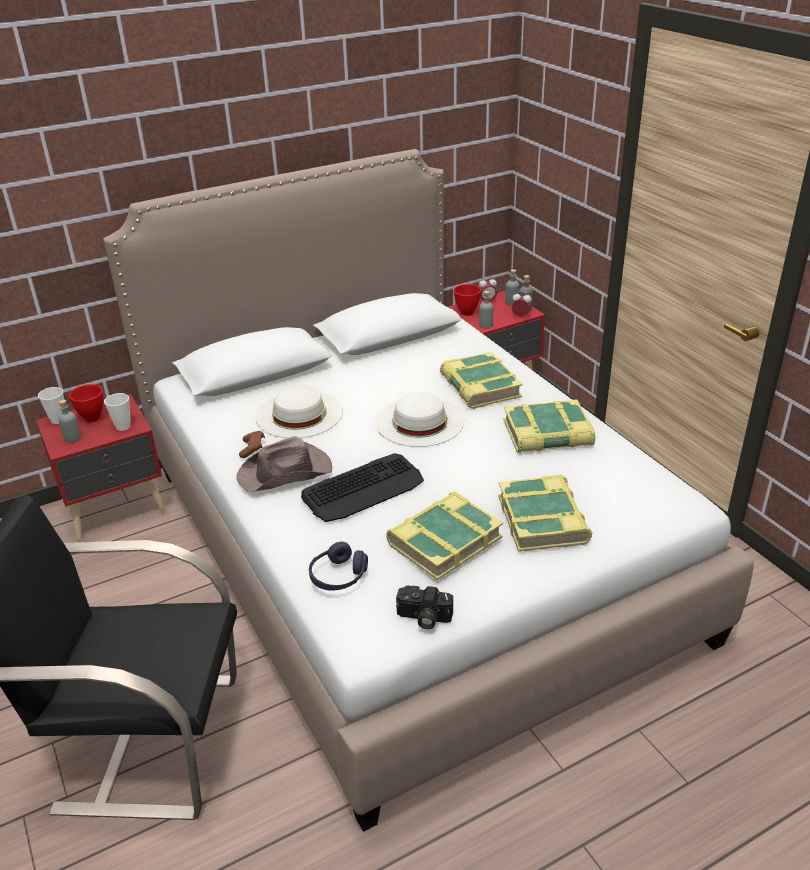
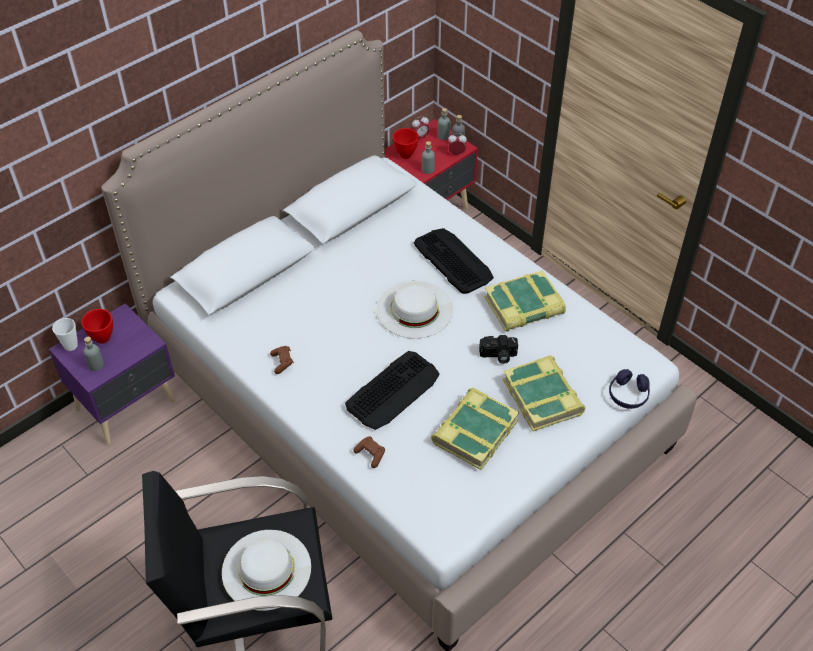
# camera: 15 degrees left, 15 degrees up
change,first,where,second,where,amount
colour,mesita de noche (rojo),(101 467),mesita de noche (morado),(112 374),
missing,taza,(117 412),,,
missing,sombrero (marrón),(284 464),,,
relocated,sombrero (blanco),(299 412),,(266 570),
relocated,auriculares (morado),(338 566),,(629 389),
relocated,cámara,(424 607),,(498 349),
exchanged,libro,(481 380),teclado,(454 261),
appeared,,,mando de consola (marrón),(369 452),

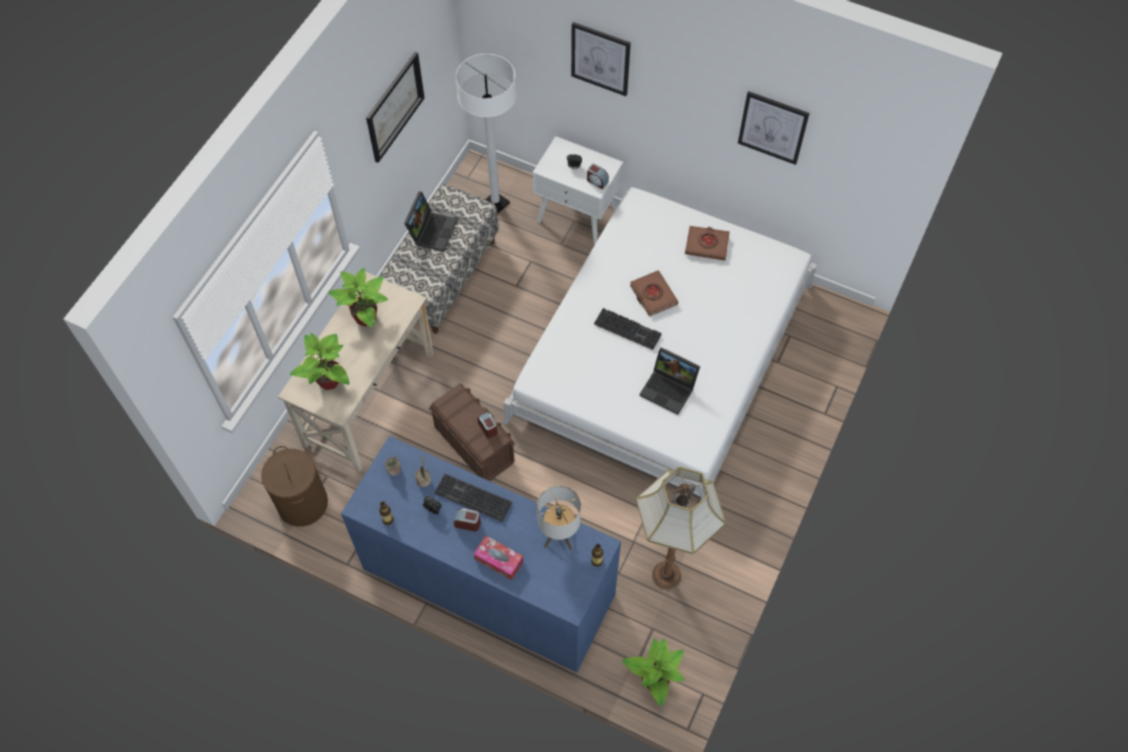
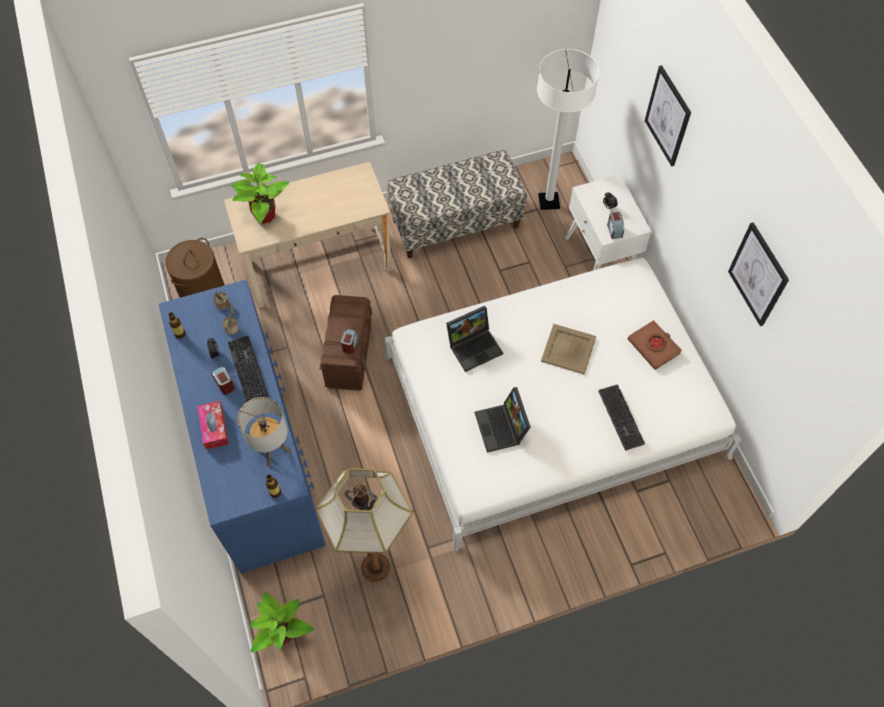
# camera: 45 degrees right, 0 degrees up
change,first,where,second,where,amount
missing,planta en maceta,(358 297),,,
missing,cuadro,(395 107),,,
relocated,portátil,(430 222),,(474 339),
relocated,teclado,(628 329),,(621 417),
exchanged,libro (marrón),(654 293),bandeja (beis),(569 349),

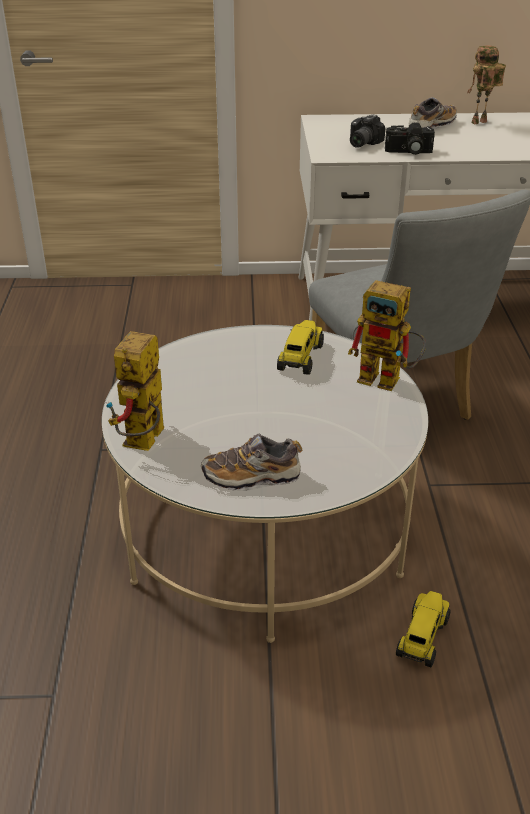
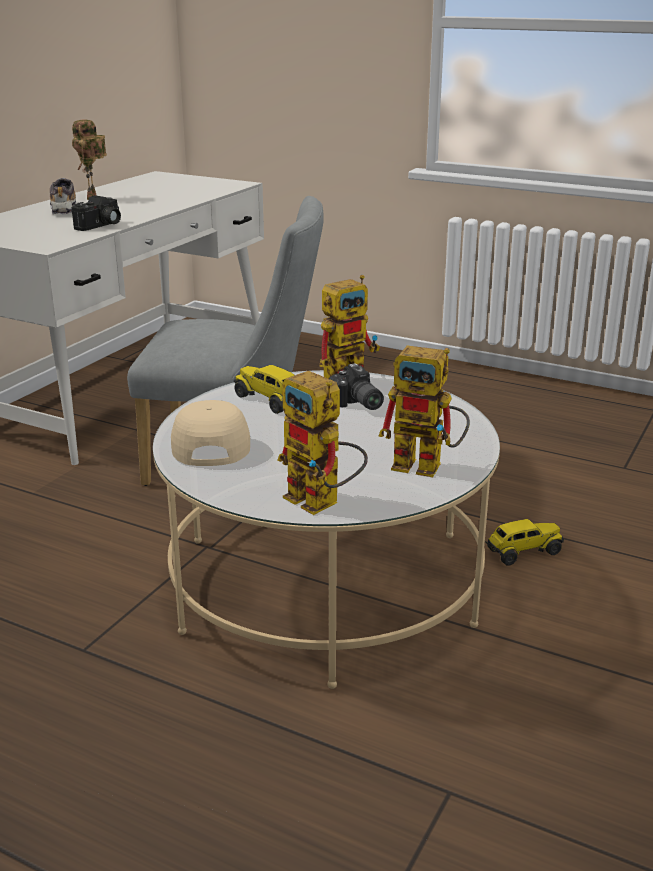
# camera: 60 degrees left, 10 degrees down
change,first,where,second,where,amount
exchanged,zapato,(251 462),robot de juguete,(424 411),
relocated,cámara,(368 131),,(356 386),
spun,camión de juguete,(423 629),,(524 542),105 degrees clockwise
appeared,,,gorra (beis),(210 433),

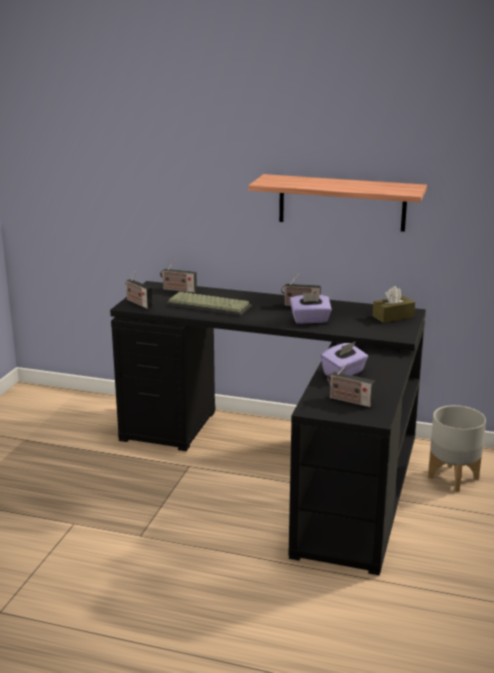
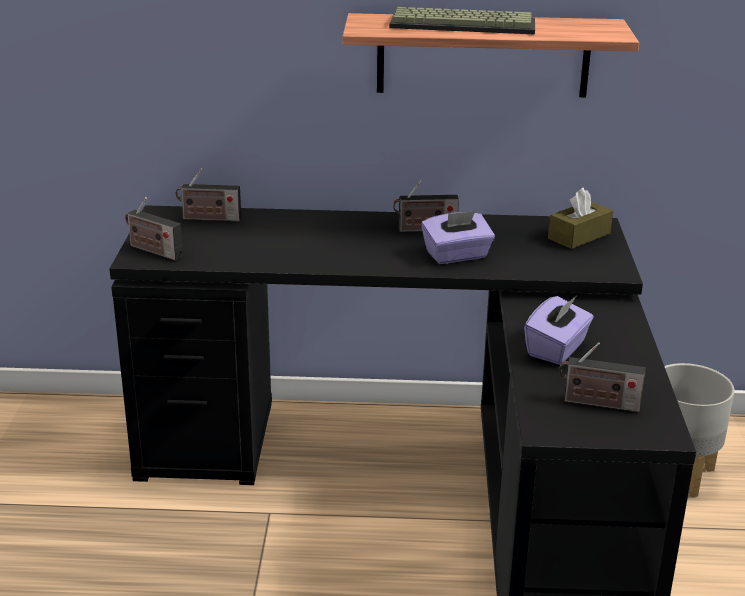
# camera: 15 degrees left, 5 degrees up
change,first,where,second,where,amount
relocated,teclado,(209 304),,(462 21),

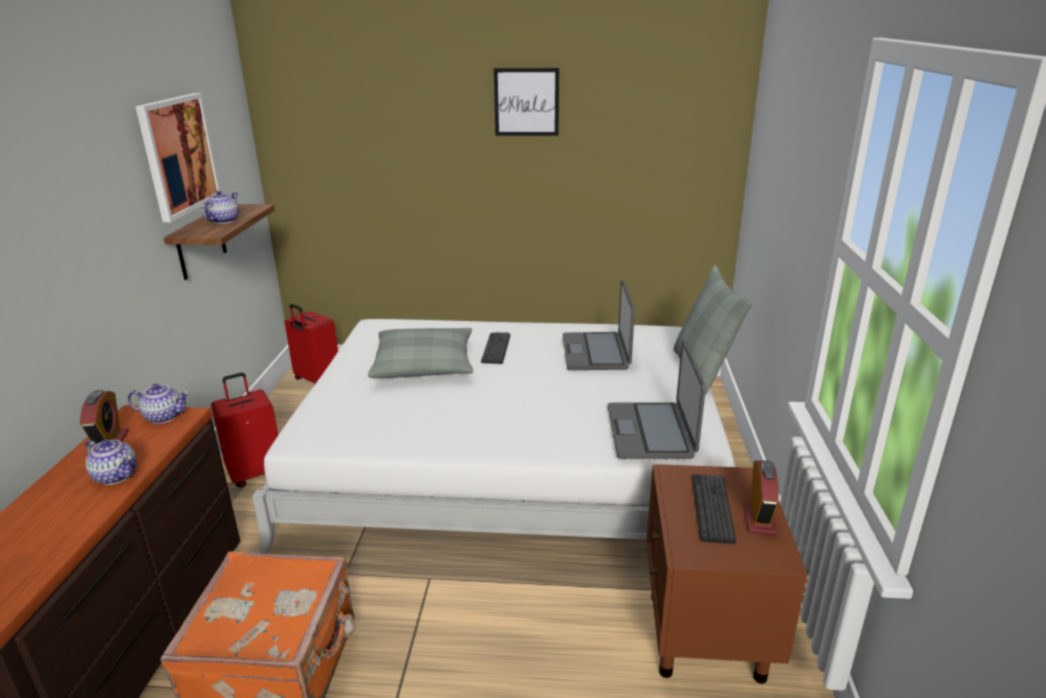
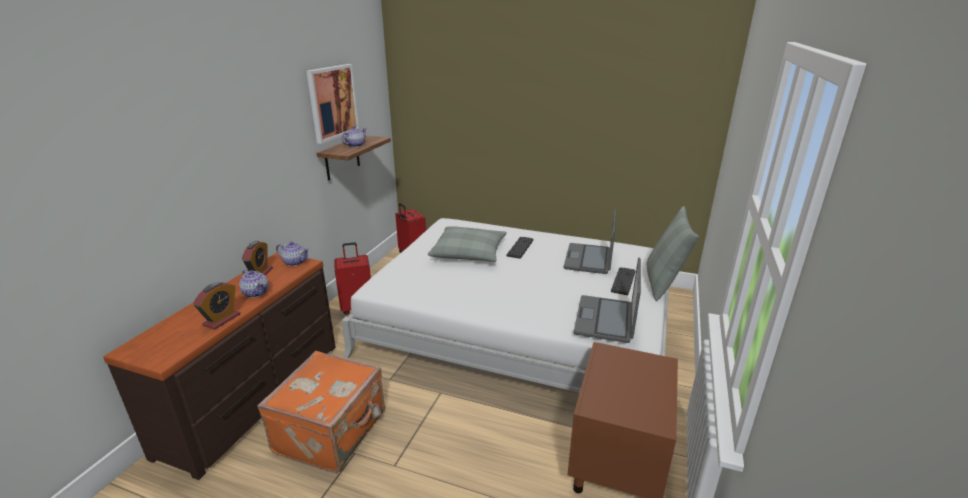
# camera: 15 degrees right, 0 degrees up
change,first,where,second,where,amount
missing,cuadro,(526 102),,,
relocated,teclado,(714 509),,(623 281),
relocated,despertador,(761 497),,(216 306),

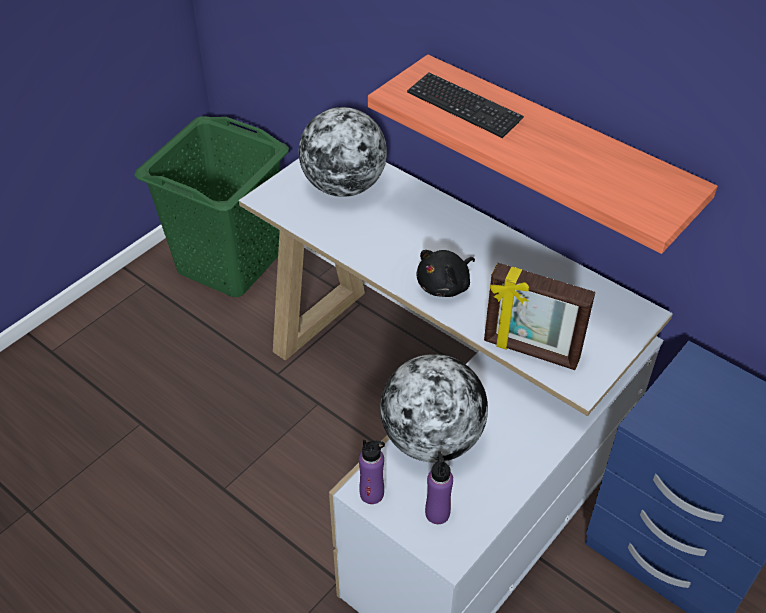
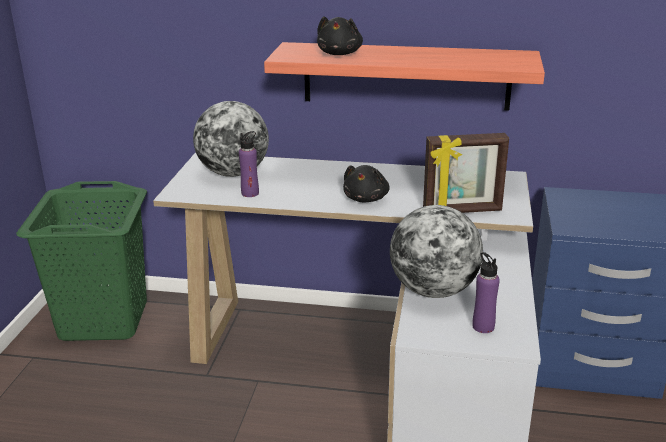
# camera: 30 degrees left, 20 degrees down
change,first,where,second,where,amount
relocated,botella (morado),(372 472),,(249 164),
exchanged,teclado,(465 105),peluche (negro),(340 35),

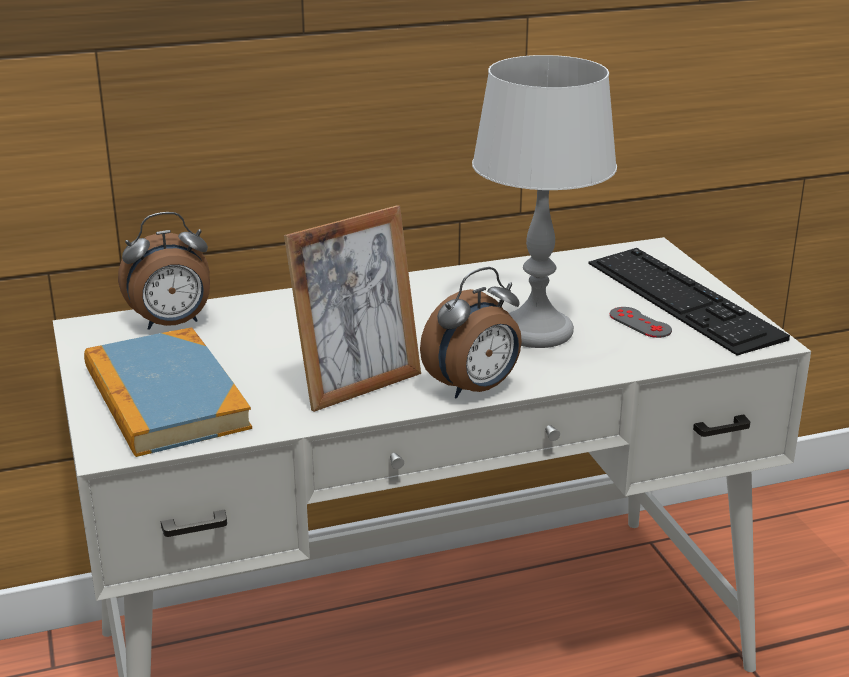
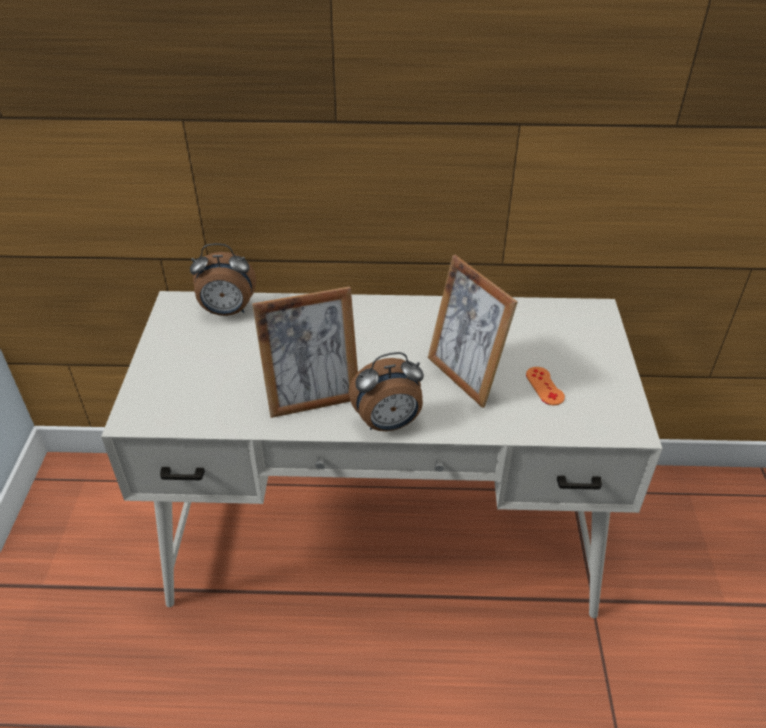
# camera: 20 degrees right, 15 degrees up
change,first,where,second,where,amount
missing,libro,(168 392),,,
exchanged,lámpara de mesa (gris),(544 201),portarretratos,(473 331),
missing,teclado,(689 301),,,
colour,mando de consola (gris),(641 322),mando de consola (naranja),(545 386),

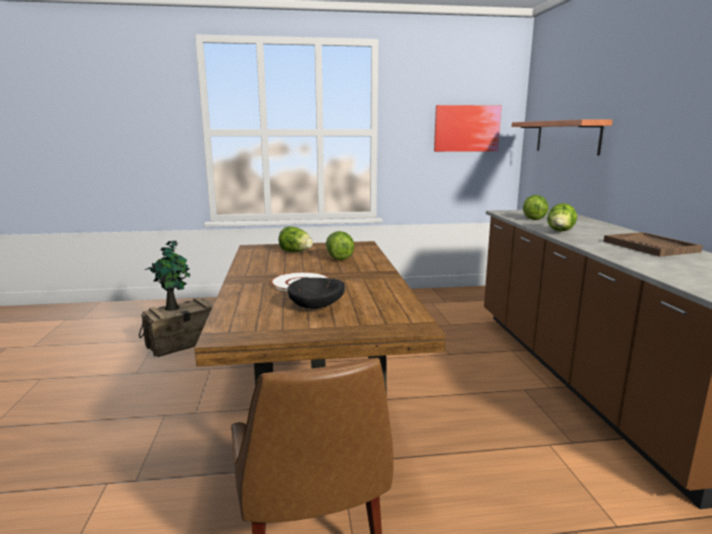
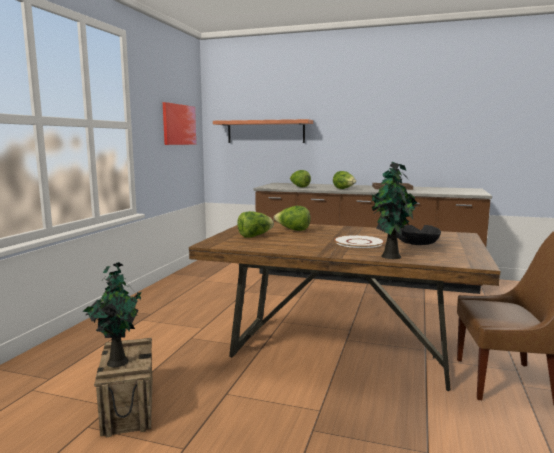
# camera: 65 degrees left, 5 degrees down
change,first,where,second,where,amount
appeared,,,planta en maceta,(394 210),

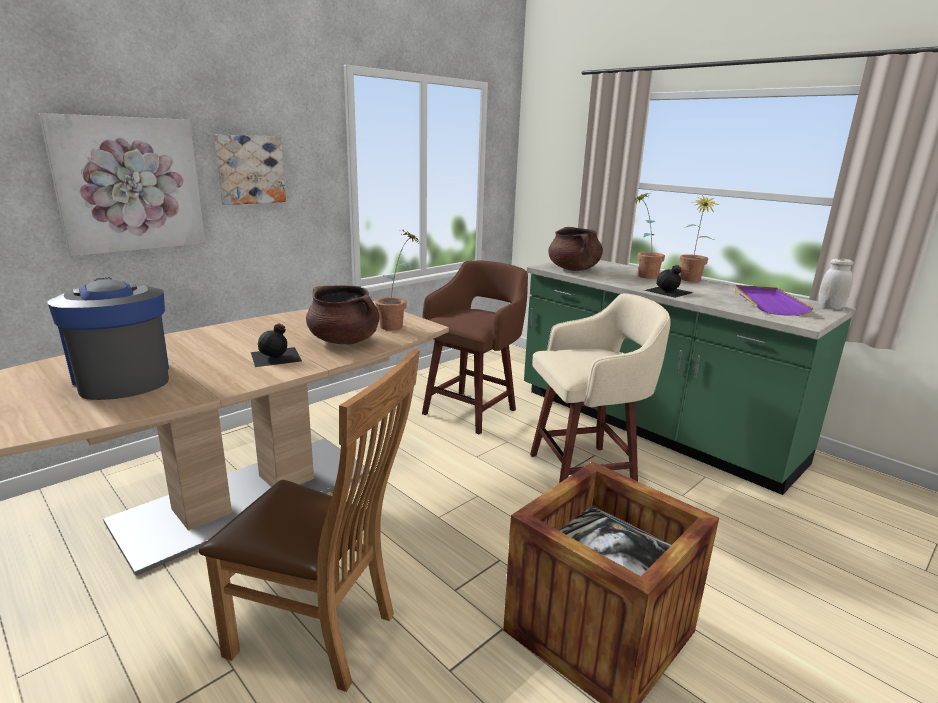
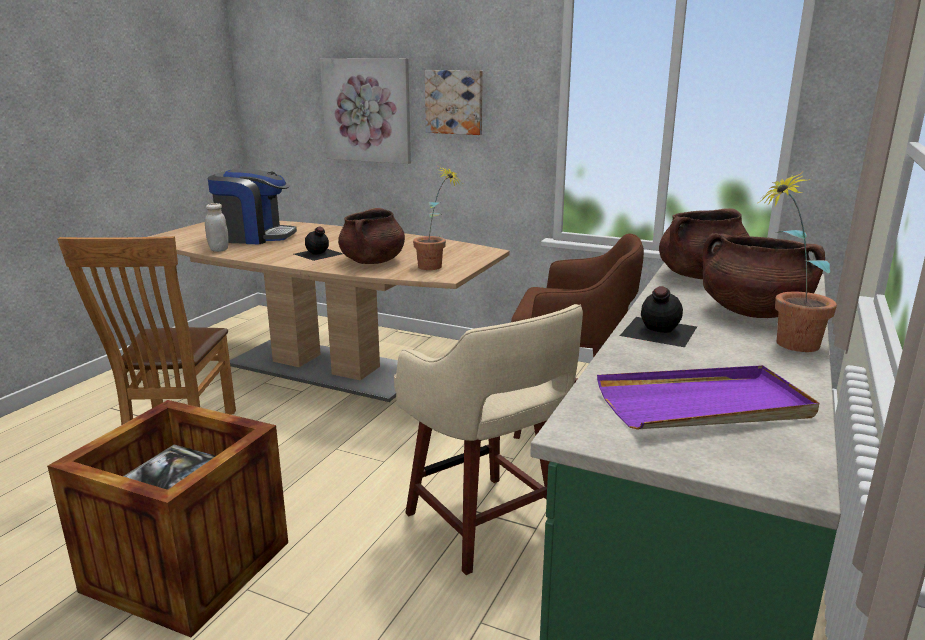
# camera: 70 degrees right, 0 degrees up
change,first,where,second,where,amount
spun,cafetera,(108 339),,(252 206),60 degrees clockwise
exchanged,planta en maceta,(648 236),olla (marrón),(763 275),
relocated,tarro (blanco),(836 284),,(217 227),

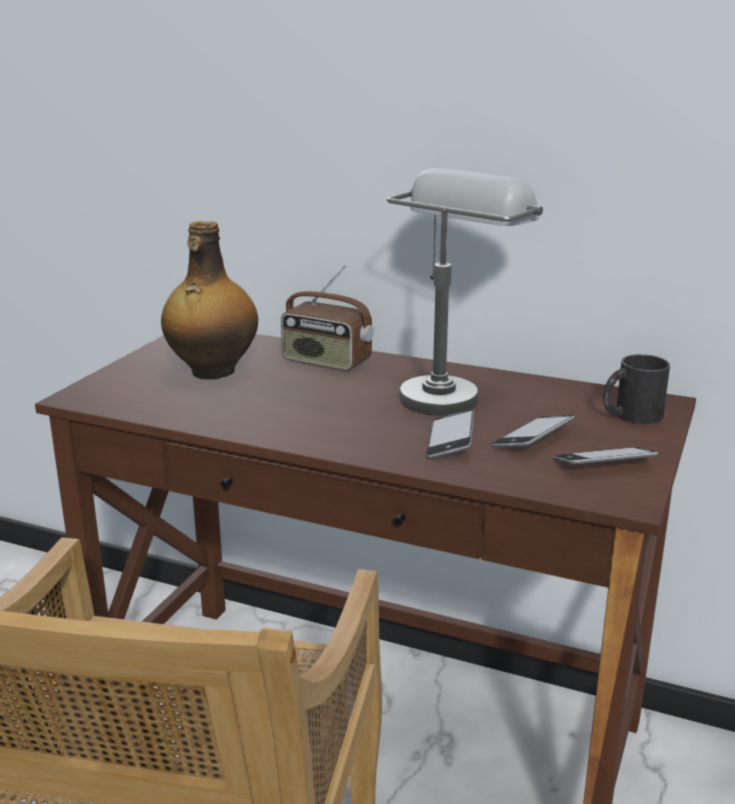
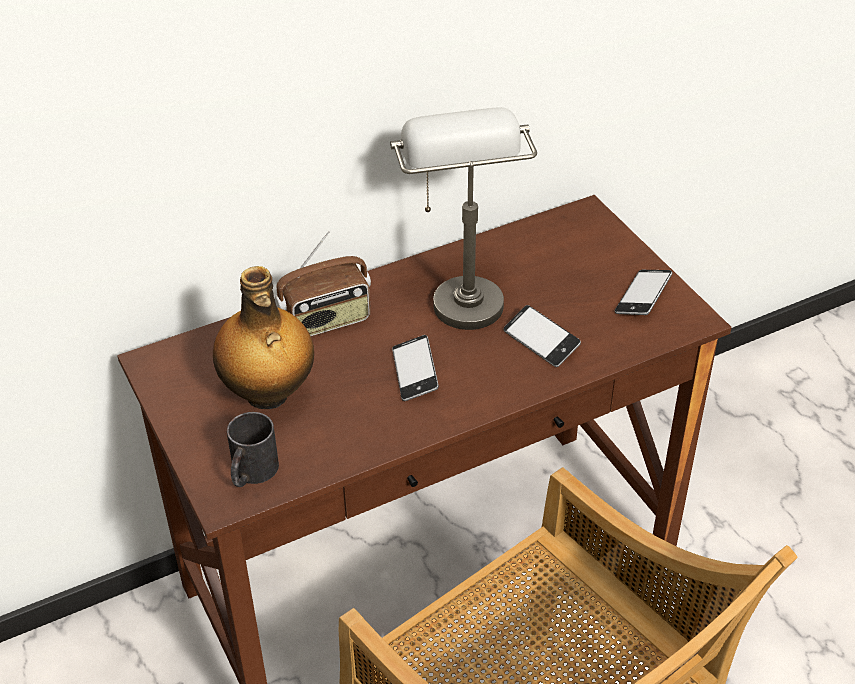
# camera: 50 degrees left, 20 degrees up
change,first,where,second,where,amount
relocated,móvil,(533 431),,(415 368),
relocated,taza grande (negro),(636 389),,(253 449),

